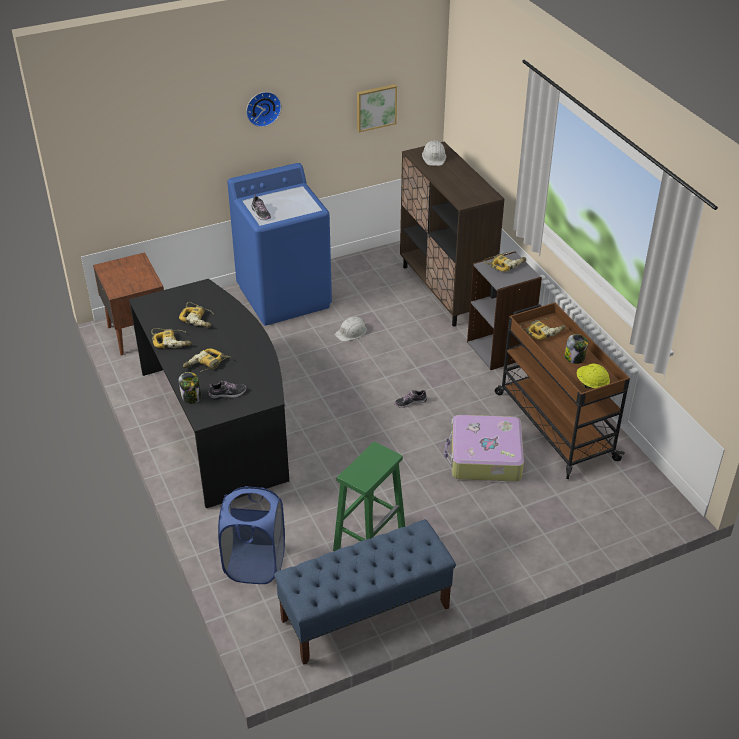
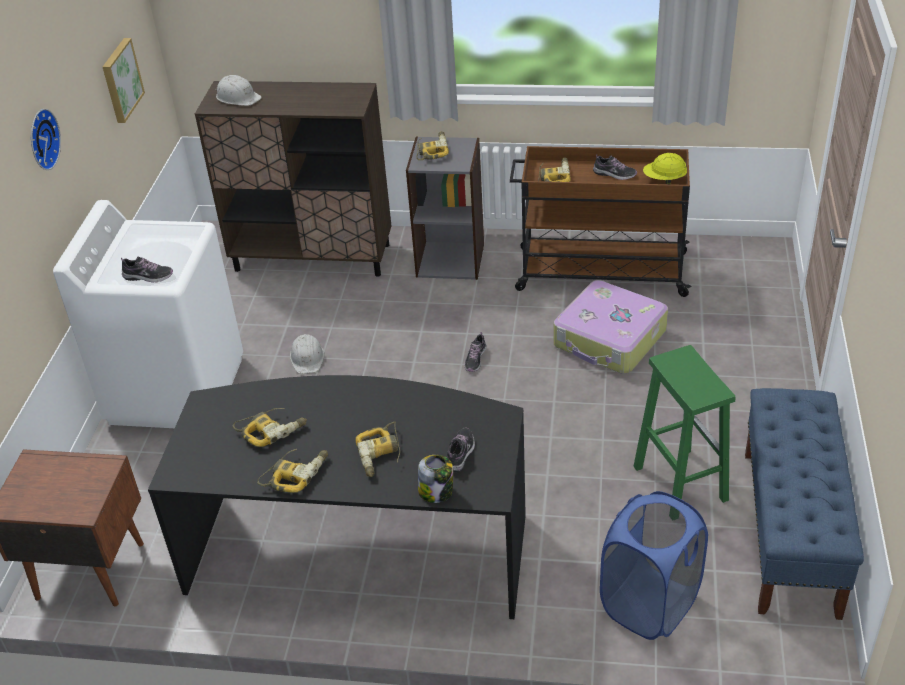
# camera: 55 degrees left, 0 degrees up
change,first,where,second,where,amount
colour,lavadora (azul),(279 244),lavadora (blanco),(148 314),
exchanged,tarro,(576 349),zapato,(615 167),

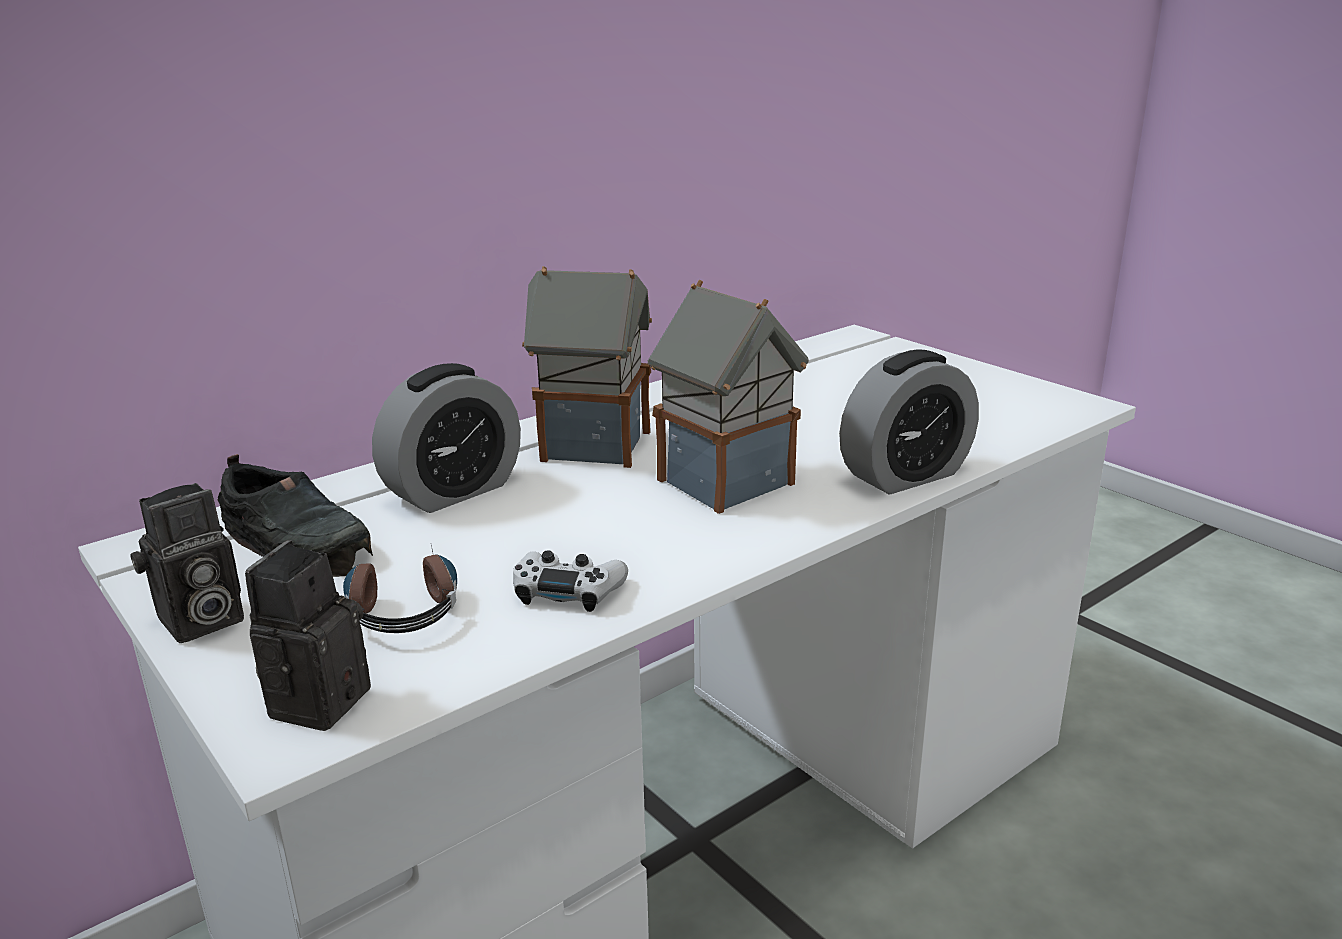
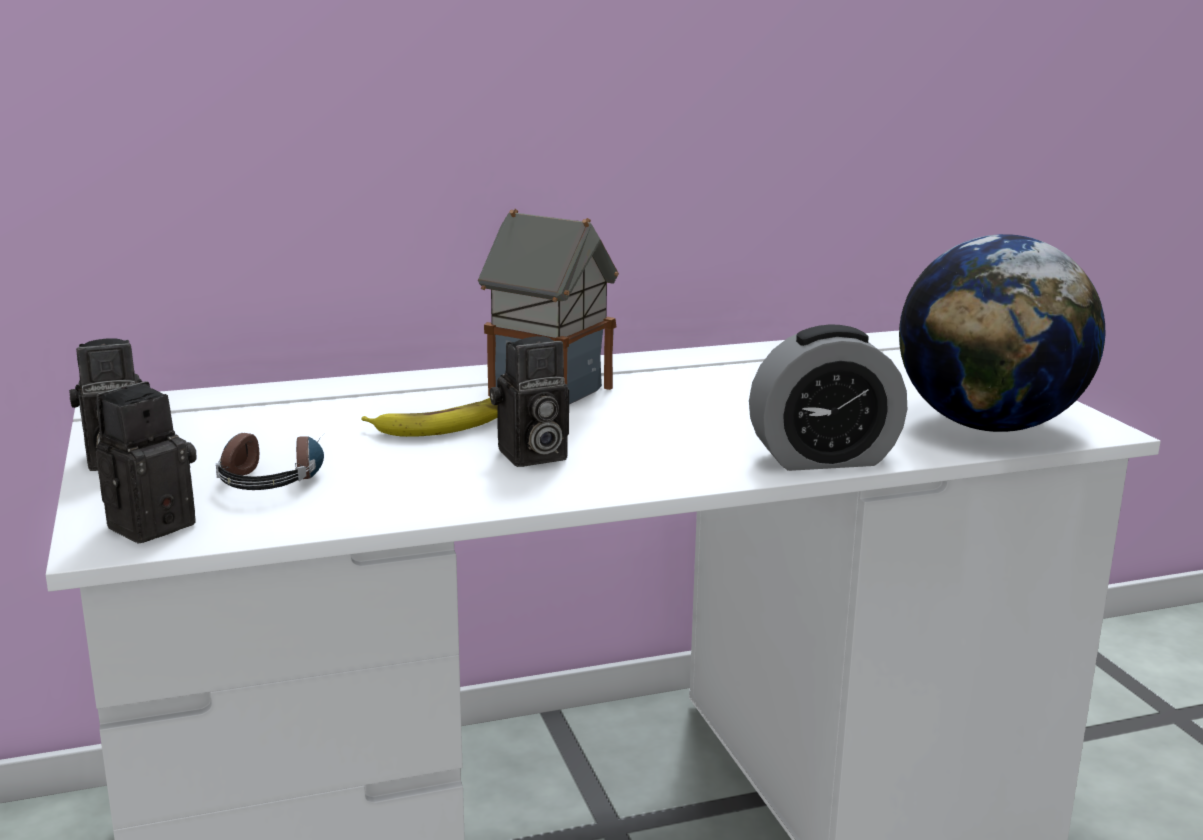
# camera: 20 degrees right, 5 degrees down
change,first,where,second,where,amount
missing,zapato (negro),(295 515),,,
missing,despertador,(446 438),,,
missing,mando de consola (blanco),(570 581),,,
missing,casita,(728 397),,,
appeared,,,plátano,(429 417),
appeared,,,cámara,(529 401),
appeared,,,globo terráqueo,(1002 333),

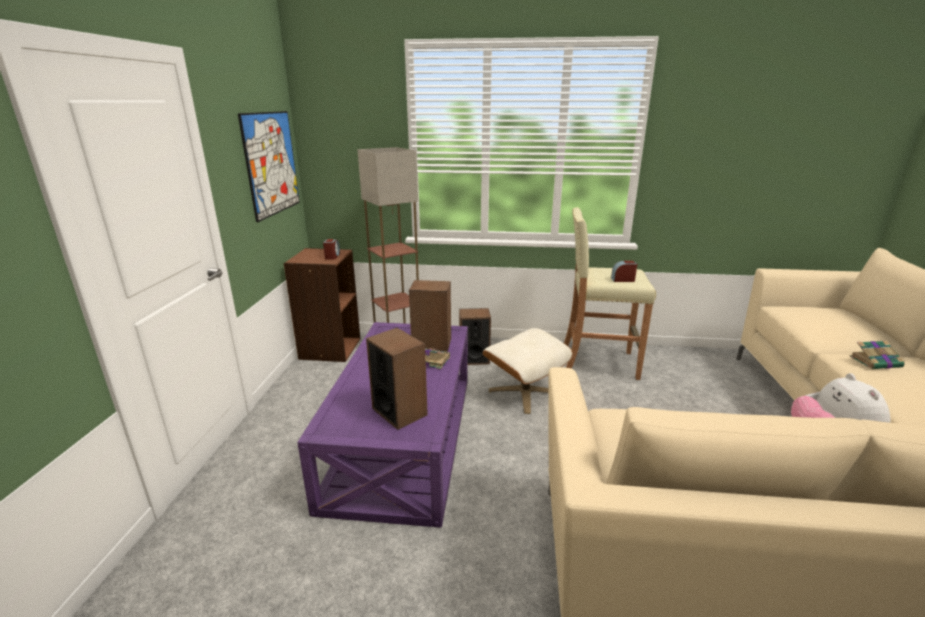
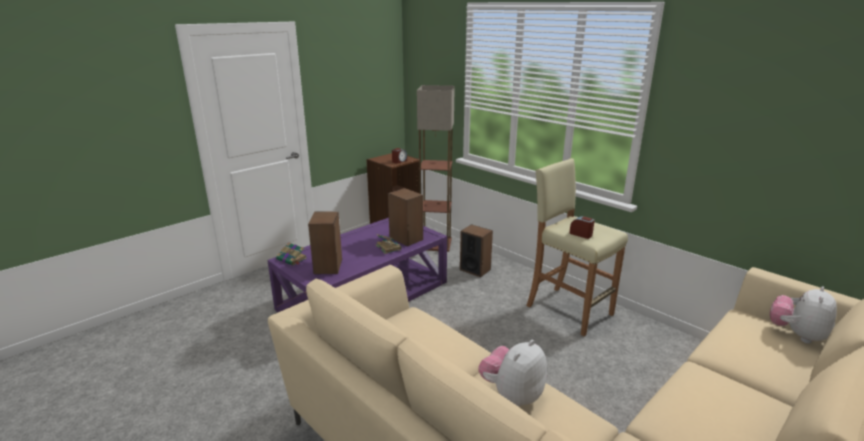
# camera: 40 degrees right, 0 degrees up
change,first,where,second,where,amount
missing,cuadro,(269 166),,,
missing,puf (beis),(527 371),,,
relocated,libro,(877 354),,(291 254),
appeared,,,peluche,(803 315),

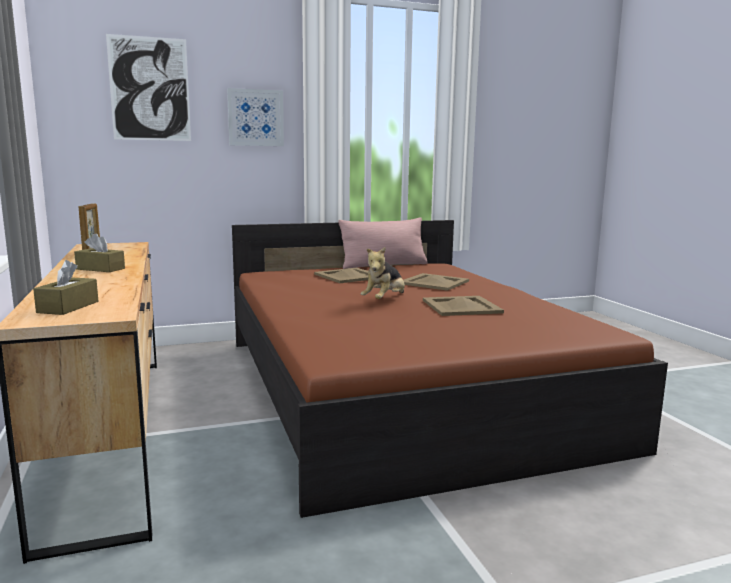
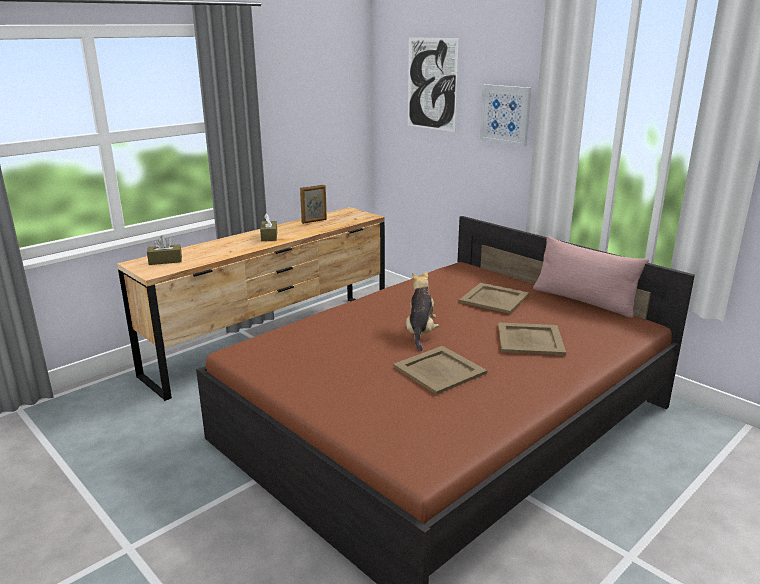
# camera: 65 degrees right, 10 degrees up
change,first,where,second,where,amount
spun,peluche,(383 273),,(422 311),90 degrees clockwise

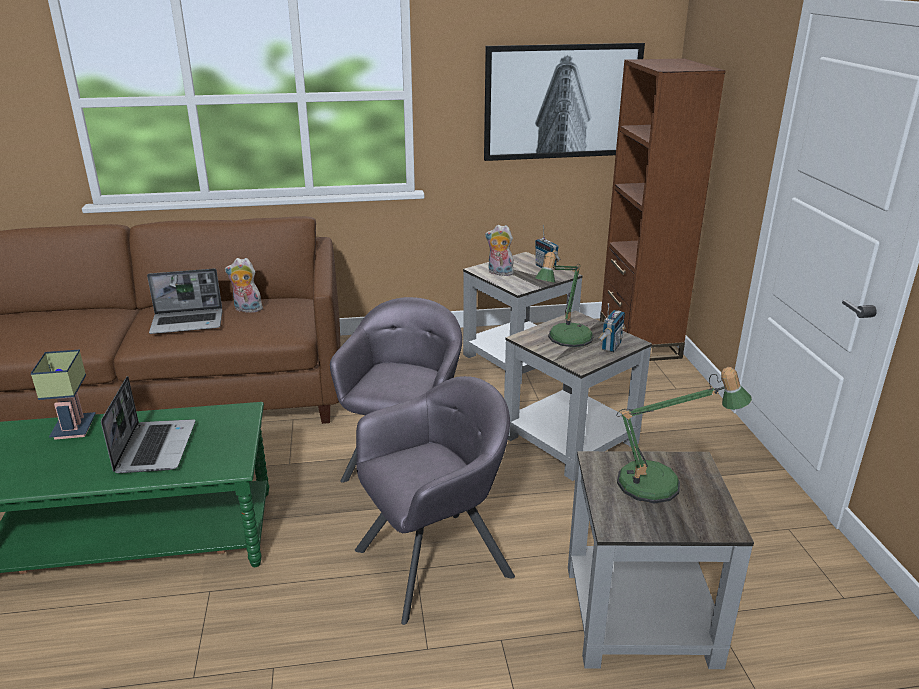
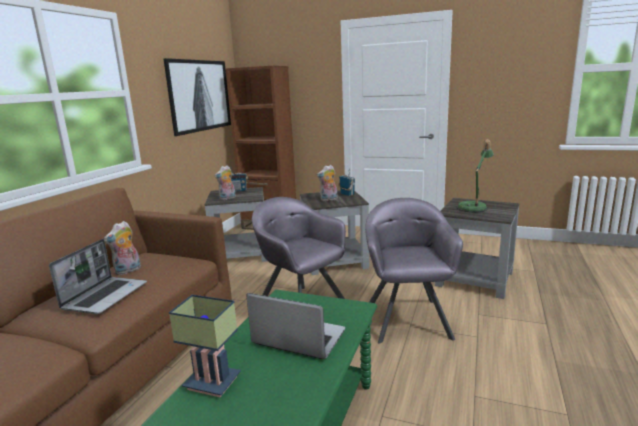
# camera: 60 degrees left, 10 degrees down
change,first,where,second,where,amount
exchanged,lámpara de mesa,(564 299),peluche,(327 183),

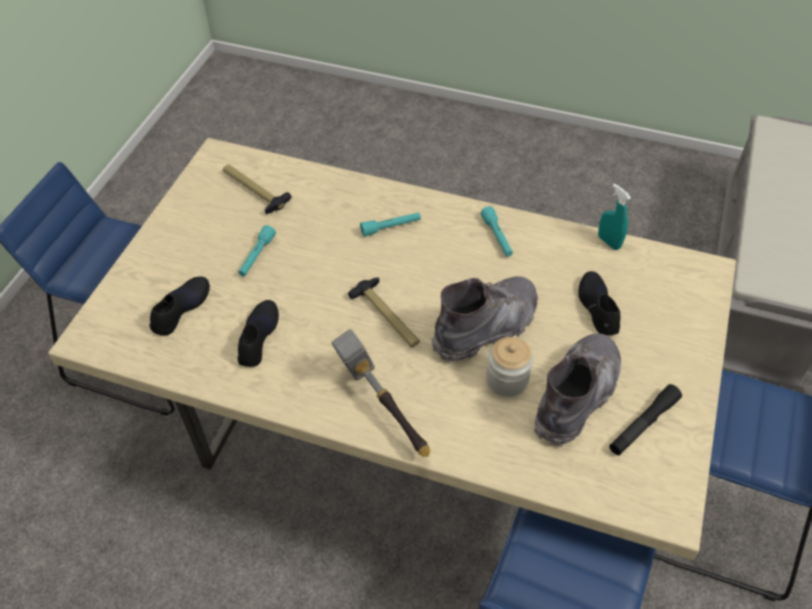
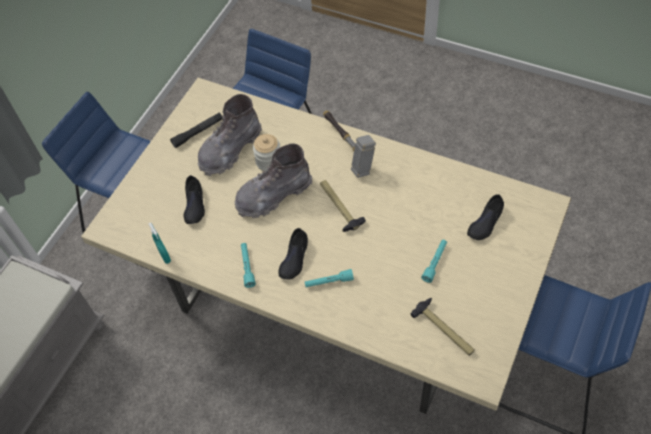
# camera: 170 degrees left, 5 degrees up
change,first,where,second,where,amount
relocated,zapato (negro),(258 333),,(293 253),

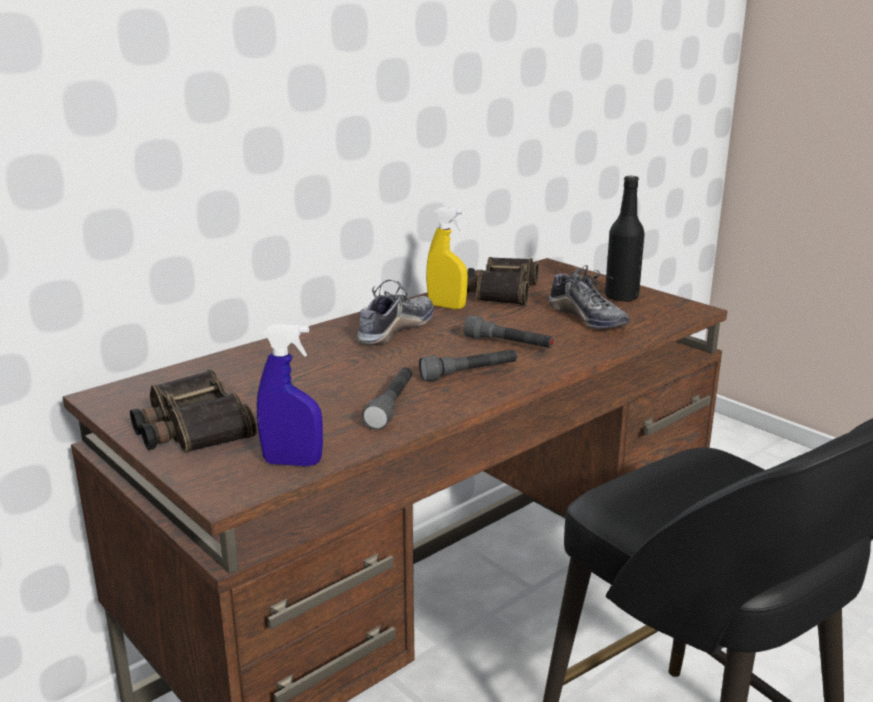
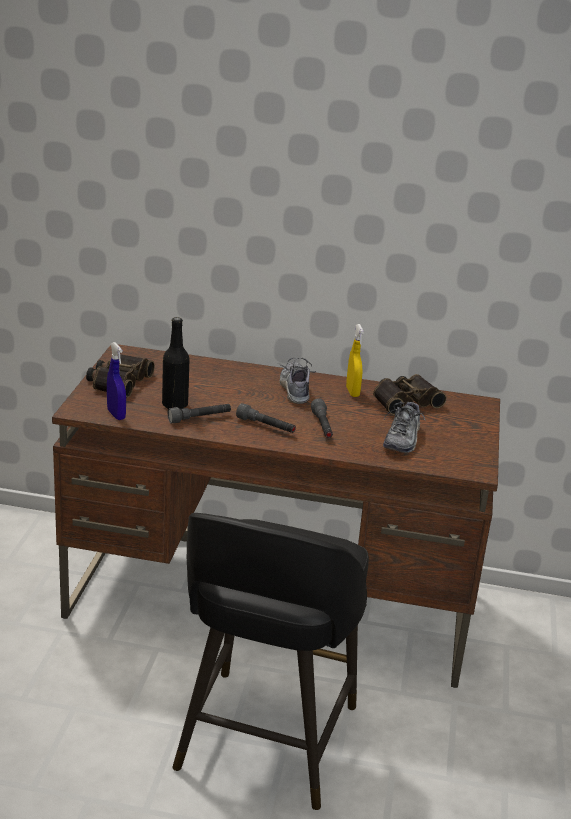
# camera: 50 degrees right, 5 degrees up
change,first,where,second,where,amount
spun,zapato,(396 312),,(297 381),90 degrees counterclockwise
relocated,botella (negro),(625 239),,(176 363),

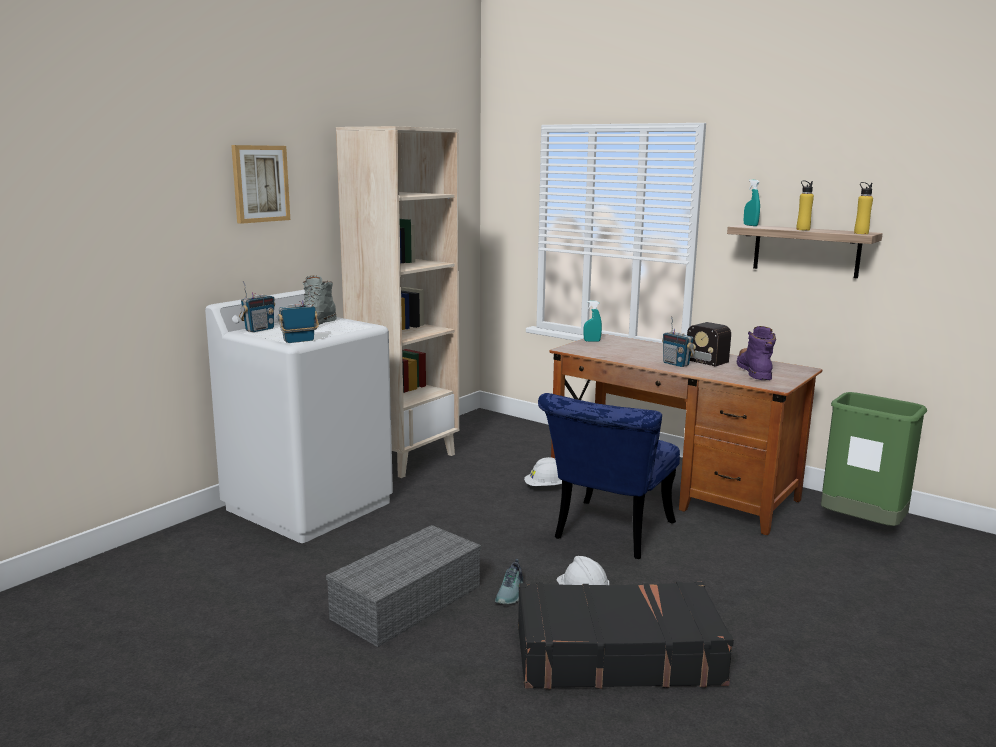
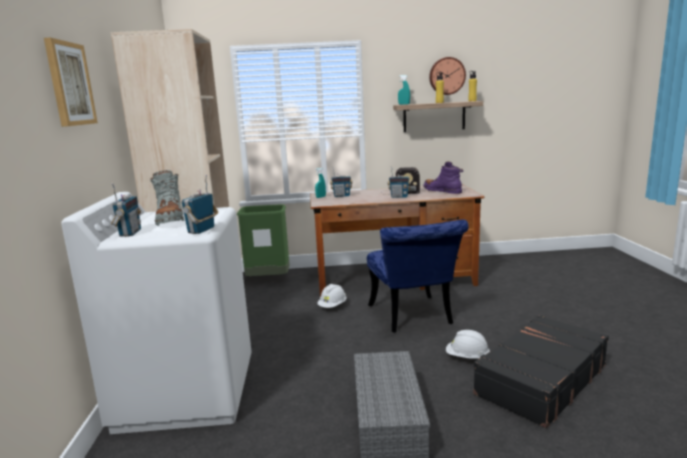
# camera: 40 degrees left, 0 degrees up
change,first,where,second,where,amount
missing,zapato,(509 581),,,
relocated,papelera (verde),(874 459),,(263 240),
appeared,,,radio,(341 182),
appeared,,,reloj de pared,(447 76),

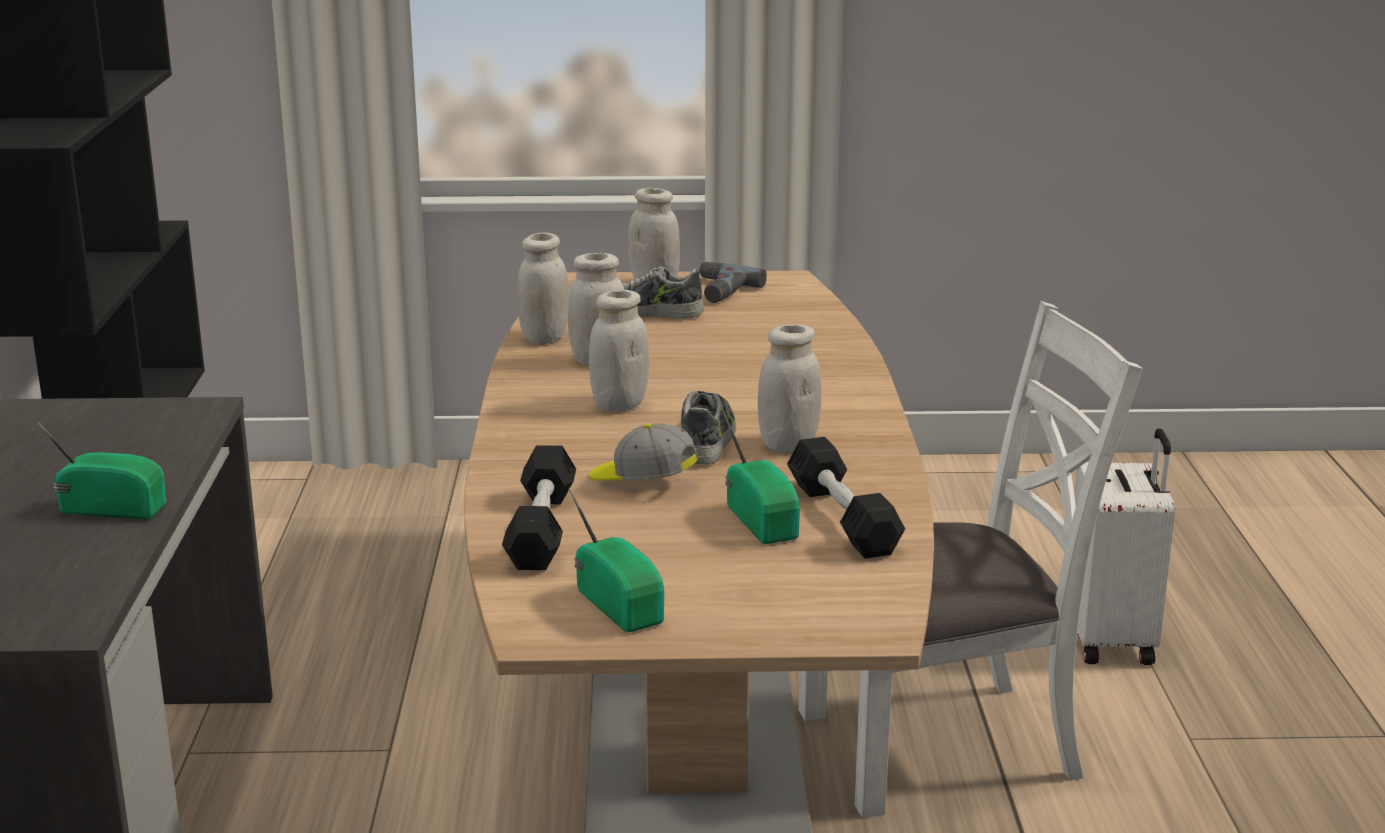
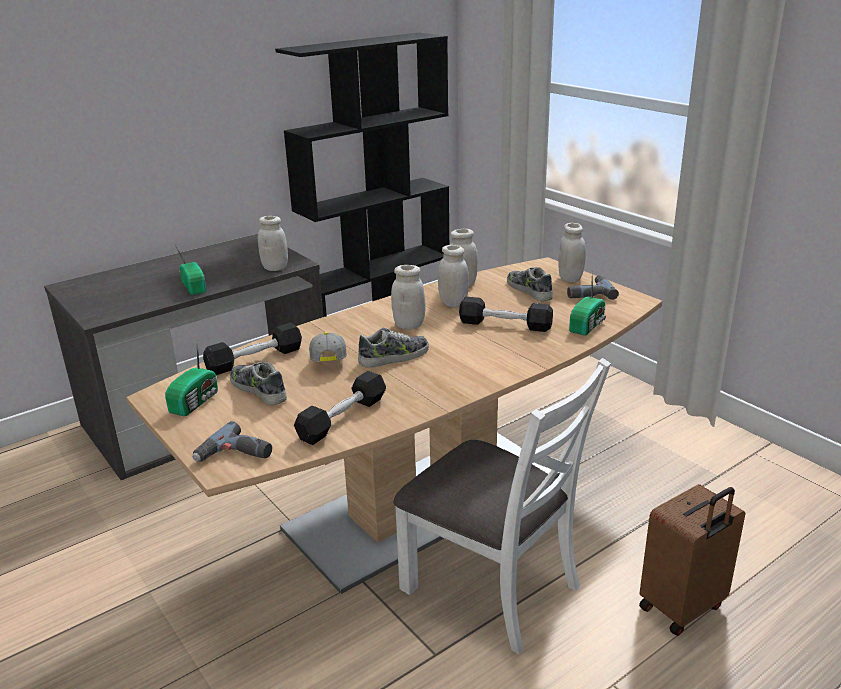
# camera: 55 degrees right, 5 degrees up
change,first,where,second,where,amount
relocated,radio,(761 478),,(587 304),
relocated,tarro (blanco),(789 388),,(273 243),
colour,maleta (blanco),(1125 546),maleta (marrón),(692 560),
appeared,,,taladro,(232 441),
appeared,,,zapato,(258 383),
appeared,,,mancuerna (negro),(506 314),

